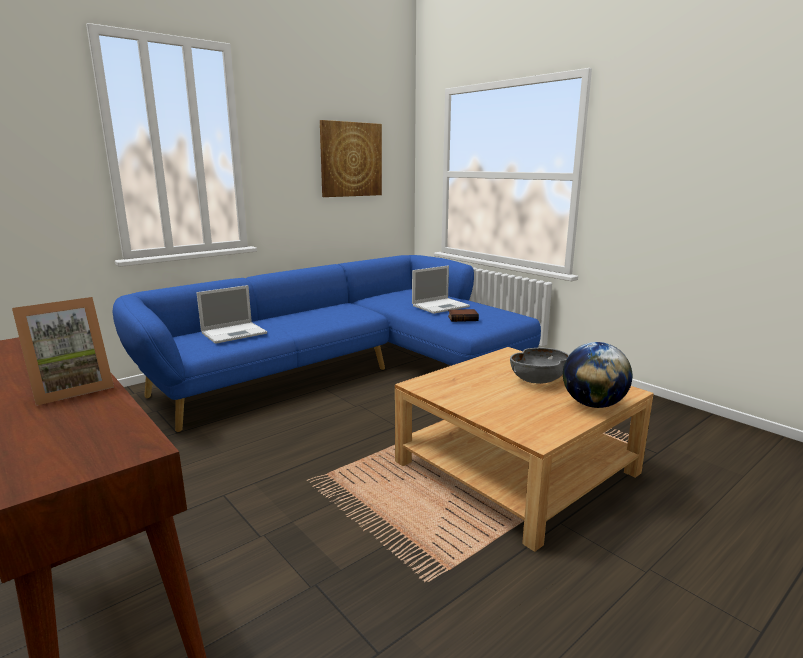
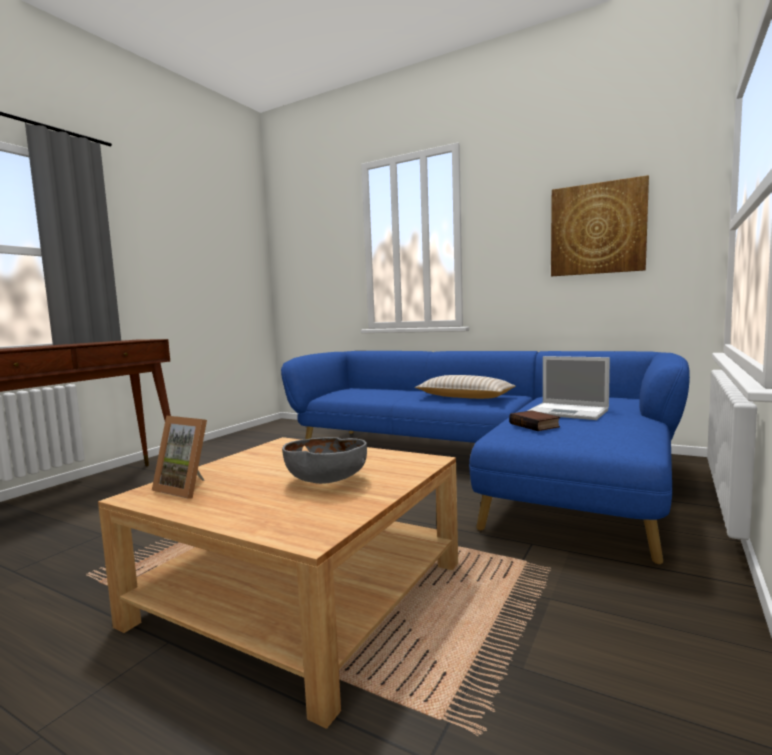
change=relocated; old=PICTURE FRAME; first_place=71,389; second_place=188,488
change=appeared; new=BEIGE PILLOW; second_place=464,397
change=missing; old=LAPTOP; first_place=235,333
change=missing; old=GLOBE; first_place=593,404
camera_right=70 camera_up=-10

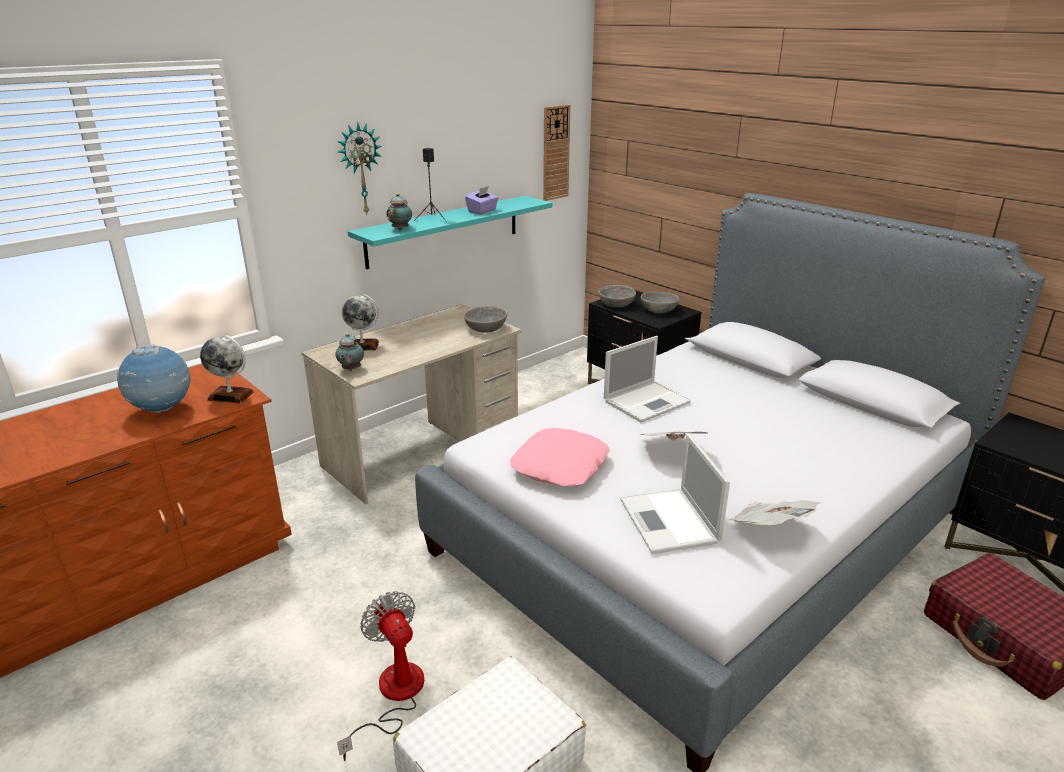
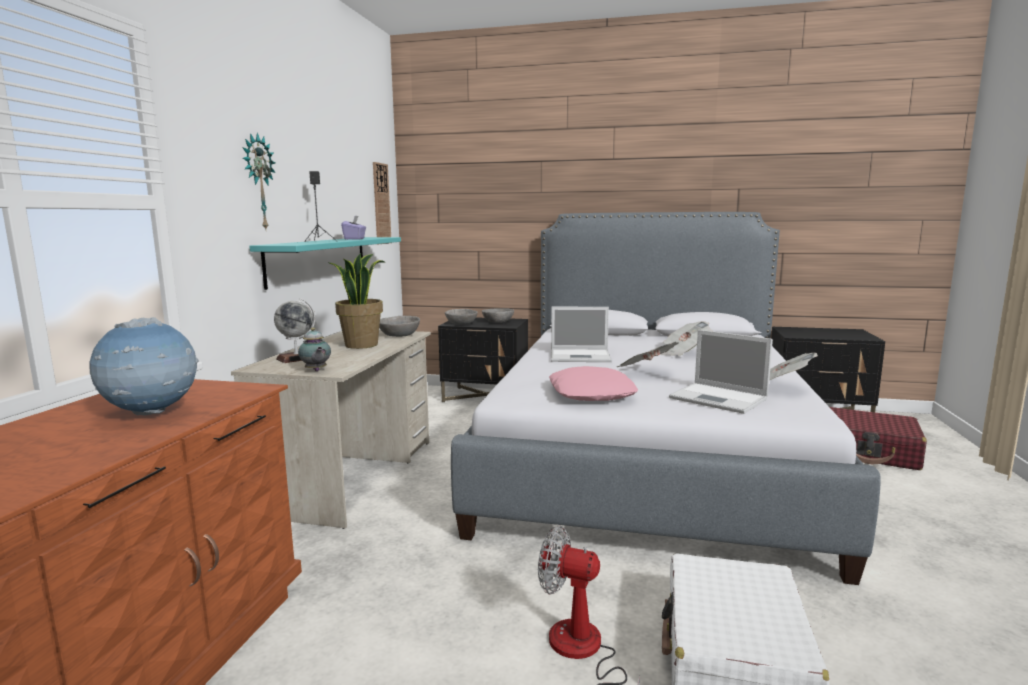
change=appeared; new=POTTED PLANT; second_place=361,345
change=spun; old=LAPTOP; first_place=647,401; second_place=581,356; degrees=75
change=appeared; new=NEWSPAPER; second_place=682,353
change=missing; old=GLOBE; first_place=231,396
change=missing; old=TEAPOT; first_place=401,229
camera_right=-35 camera_up=-15

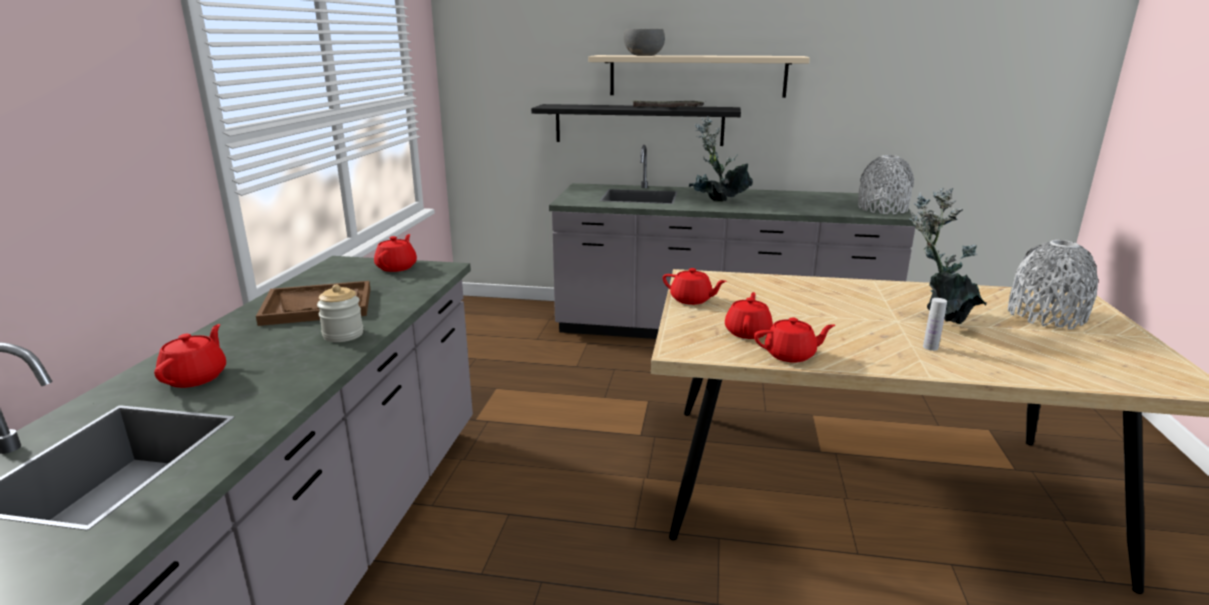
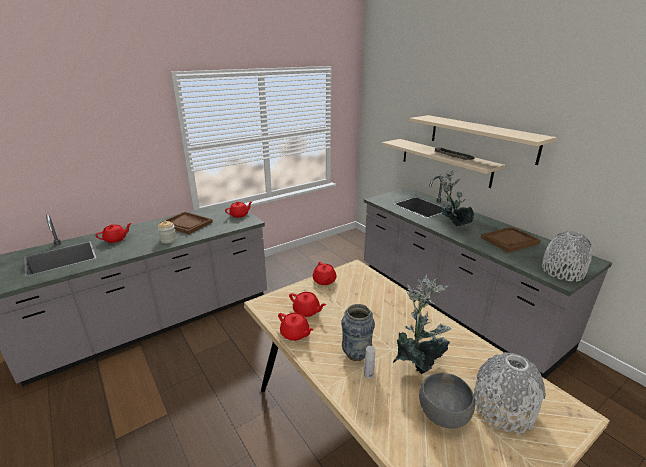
change=spun; old=RED TEAPOT; first_place=748,332; second_place=307,311; degrees=60
change=appeared; new=VASE; second_place=356,354
change=colour; old=BLACK SHELF; new=BEIGE SHELF; first_place=638,124; second_place=444,162
change=relocated; old=GREY BOWL; first_place=644,55; second_place=443,413
change=appeared; new=BROWN TRAY; second_place=509,240
camera_right=45 camera_up=5

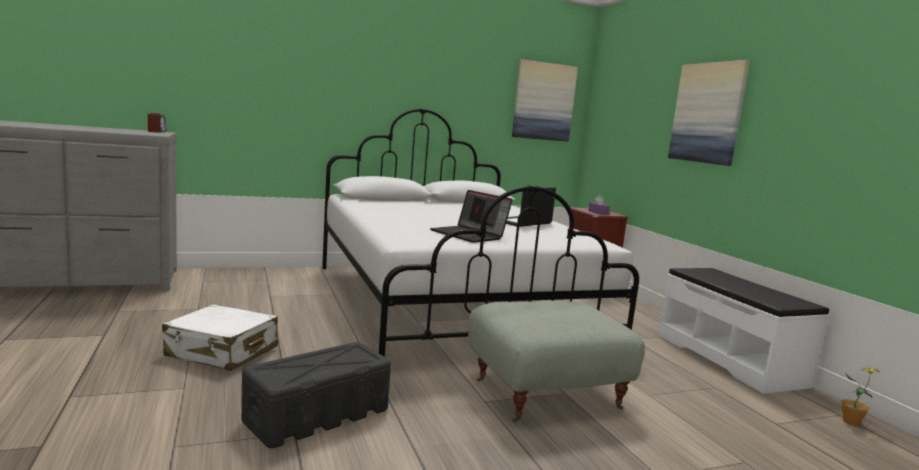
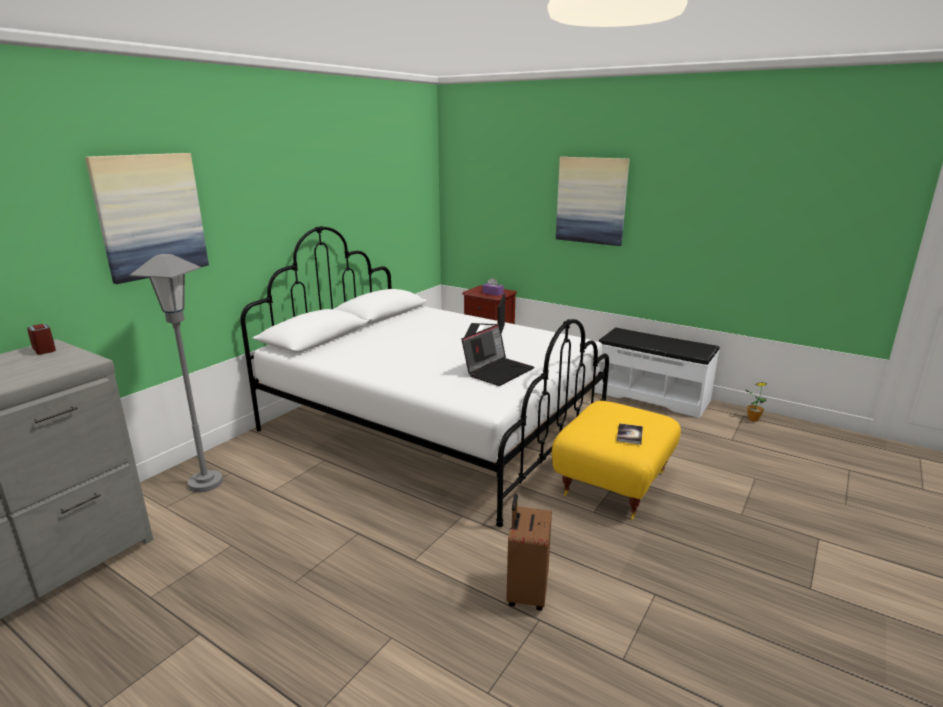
change=relocated; old=PICTURE; first_place=543,101; second_place=151,216
change=appeared; new=GREY FLOOR LAMP; second_place=206,483
change=spun; old=LAPTOP; first_place=470,235; second_place=498,371; degrees=-60
change=exchanged; old=BLACK STORAGE BOX; new=BROWN SUITCASE; first_place=318,415; second_place=526,593
change=colour; old=GREY OTTOMAN; new=YELLOW OTTOMAN; first_place=546,393; second_place=612,483
change=appeared; new=BOOK; second_place=629,434
change=missing; old=WHITE SUITCASE; first_place=222,352
camera_right=-35 camera_up=10

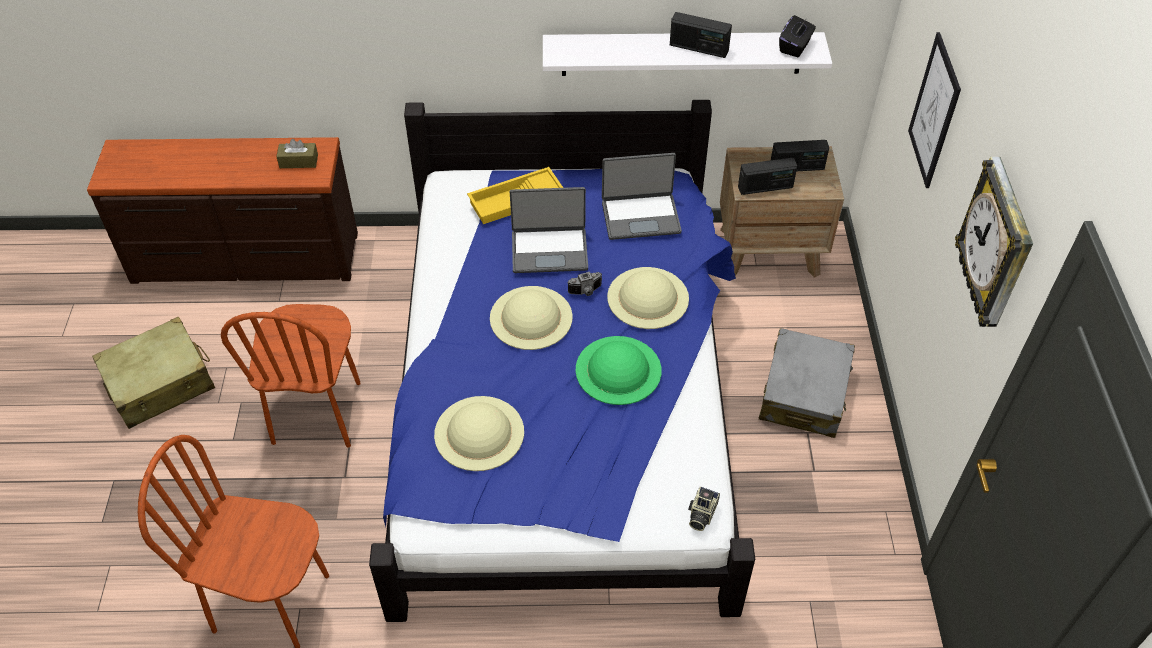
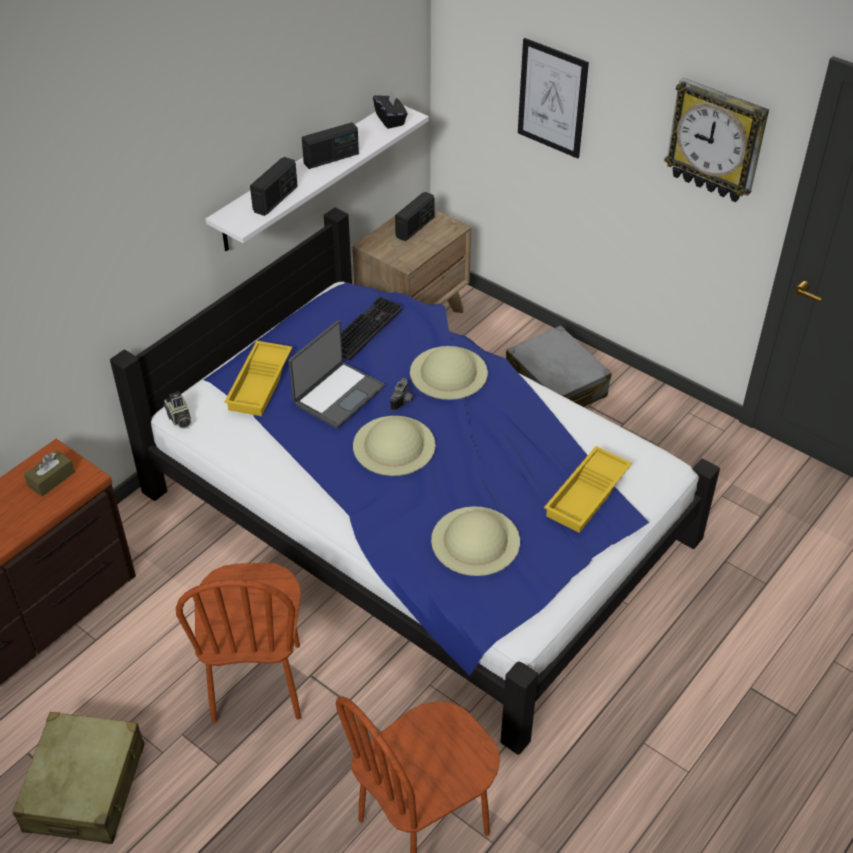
change=relocated; old=PHOTO CAMERA; first_place=701,514; second_place=179,418
change=spun; old=BROWN CHAIR; first_place=318,413; second_place=258,682; degrees=45
change=relocated; old=RADIO; first_place=765,187; second_place=276,199
change=exchanged; old=LAPTOP; new=KEYBOARD; first_place=640,216; second_place=364,328
change=appeared; new=YELLOW TRAY; second_place=588,495
change=missing; old=GREEN HAT; first_place=618,369
camera_right=-50 camera_up=-5

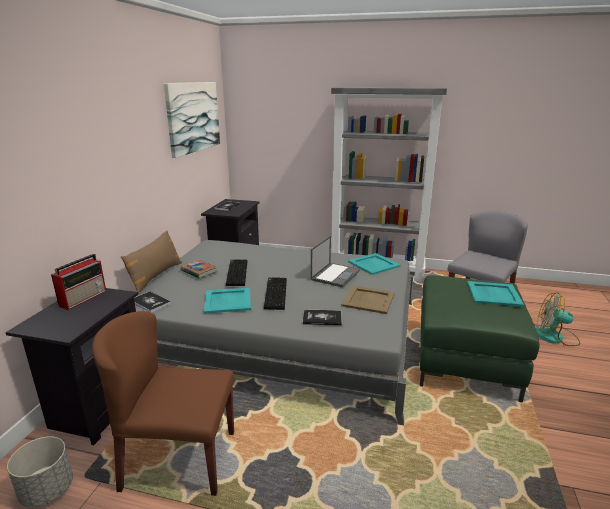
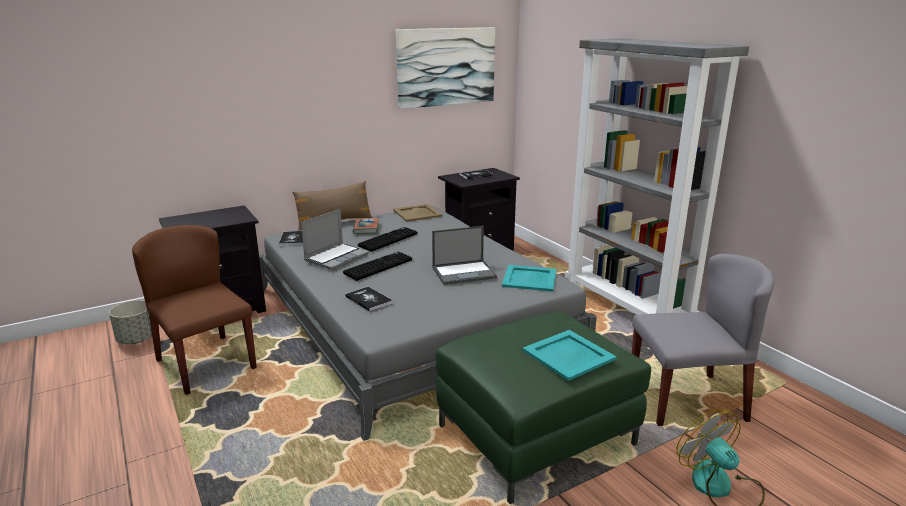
change=exchanged; old=TURQUOISE TRAY; new=LAPTOP; first_place=227,300; second_place=336,257
change=relocated; old=BEIGE TRAY; first_place=368,299; second_place=417,213
change=missing; old=RADIO; first_place=84,298
camera_right=45 camera_up=0

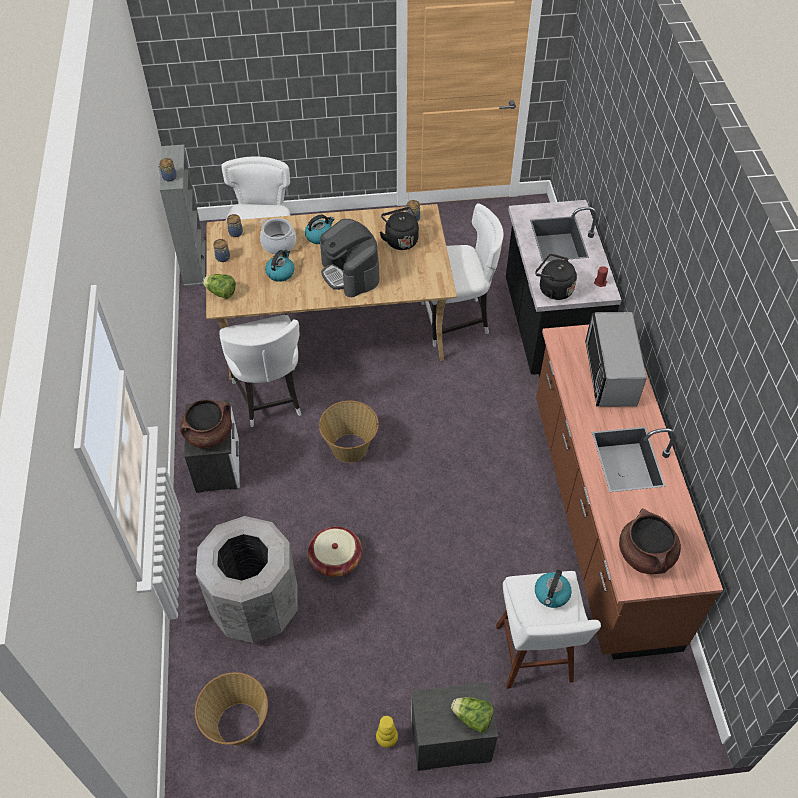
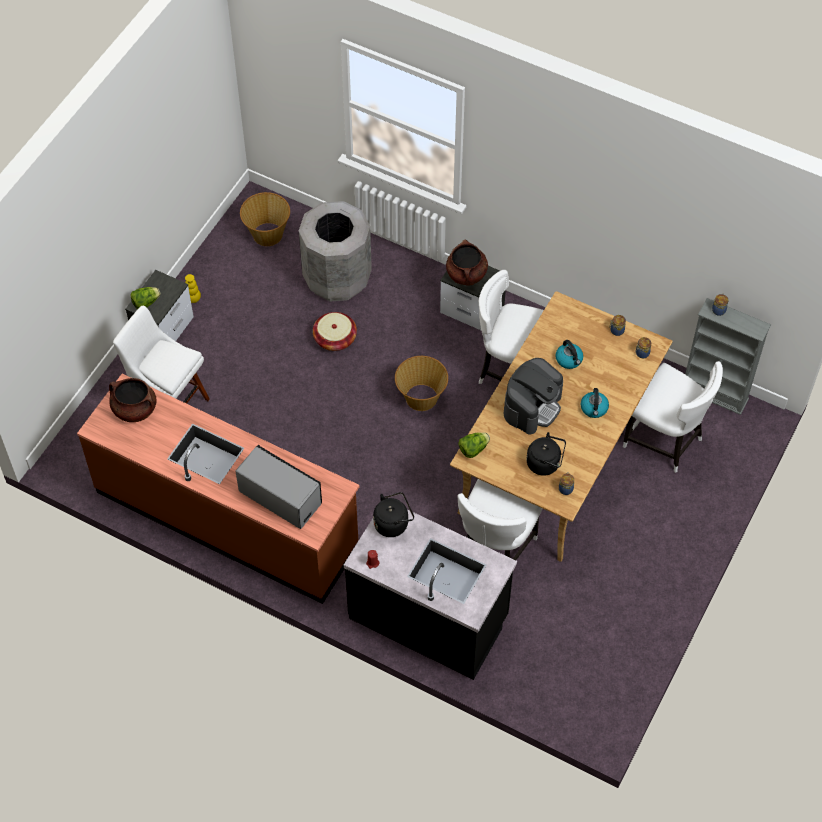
change=relocated; old=LETTUCE; first_place=221,293; second_place=473,449
change=spun; old=COFFEE MACHINE; first_place=350,273; second_place=532,406; degrees=120
change=missing; old=COOKING POT; first_place=279,244
change=missing; old=KETTLE; first_place=551,594
camera_right=125 camera_up=5

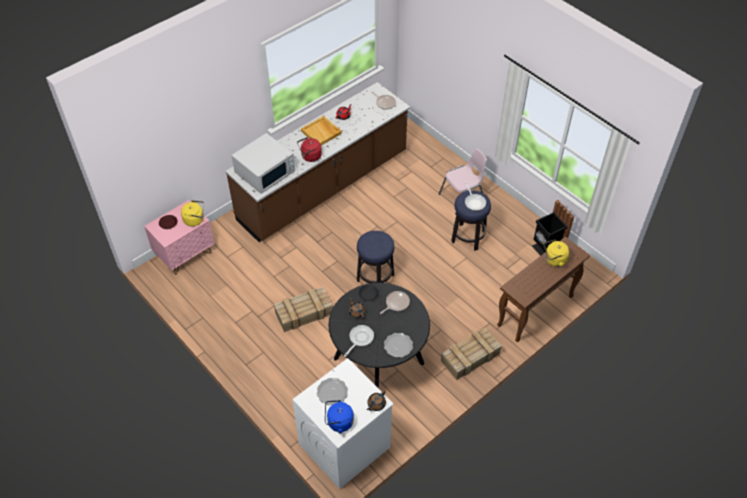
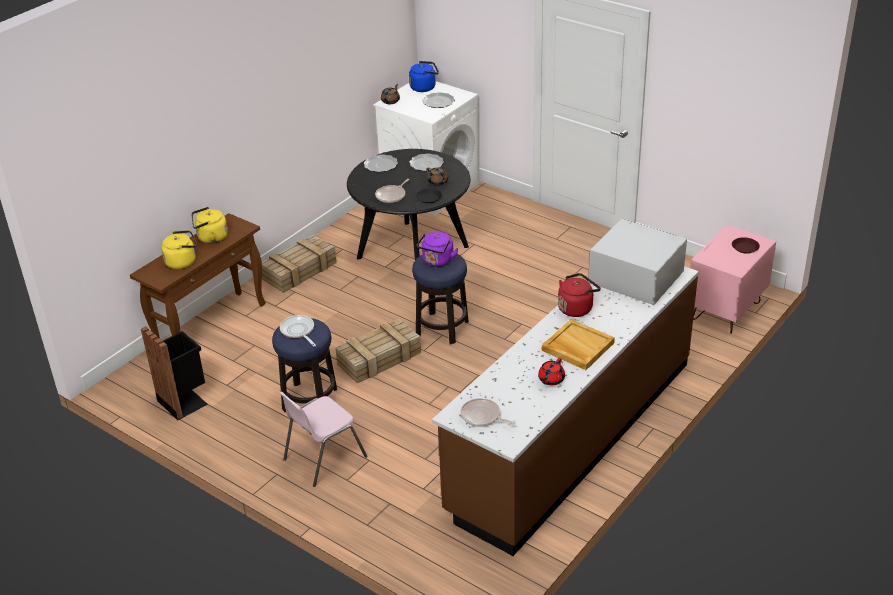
change=relocated; old=YELLOW KETTLE; first_place=195,220; second_place=210,238
change=relocated; old=CRATE; first_place=304,313; second_place=378,359
change=exchanged; old=FRYING PAN; new=PLATE; first_place=360,339; second_place=426,164
change=appeared; new=PURPLE KETTLE; second_place=437,261
change=spun; old=WHITE MICROWAVE; first_place=265,172; second_place=635,278; degrees=90
camera_right=170 camera_up=-15

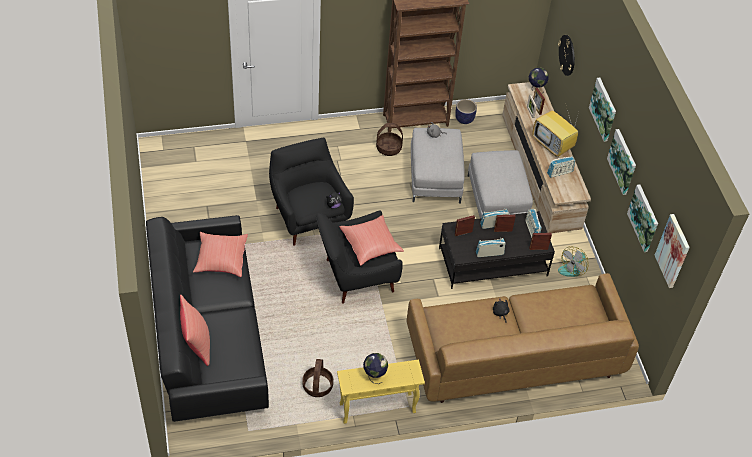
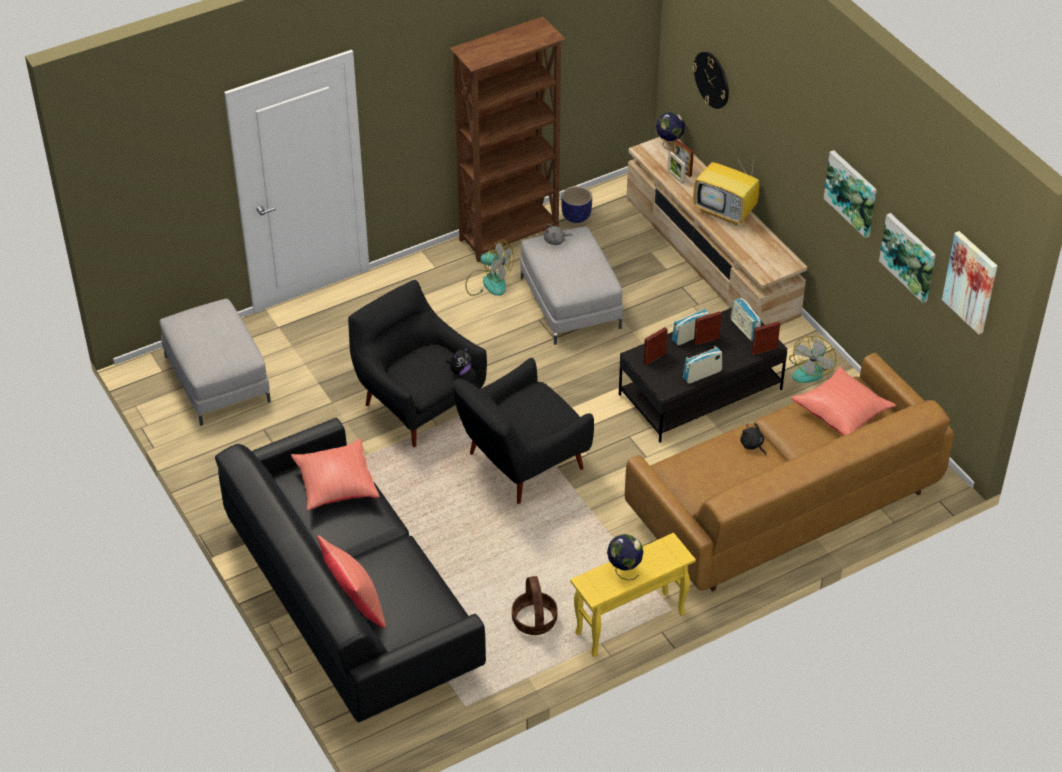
change=relocated; old=GREY OTTOMAN; first_place=497,200; second_place=218,379
change=exchanged; old=BASKET; new=FAN; first_place=389,148; second_place=488,282
change=relocated; old=RED PILLOW; first_place=371,246; second_place=842,413
change=missing; old=RADIO; first_place=559,173
change=missing; old=PICTURE; first_place=604,109
camera_right=-15 camera_up=-5

